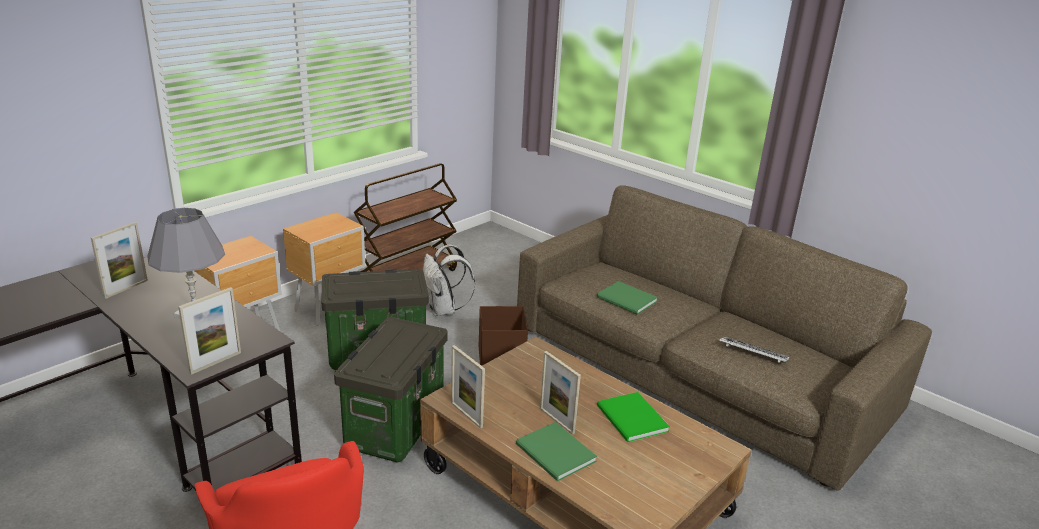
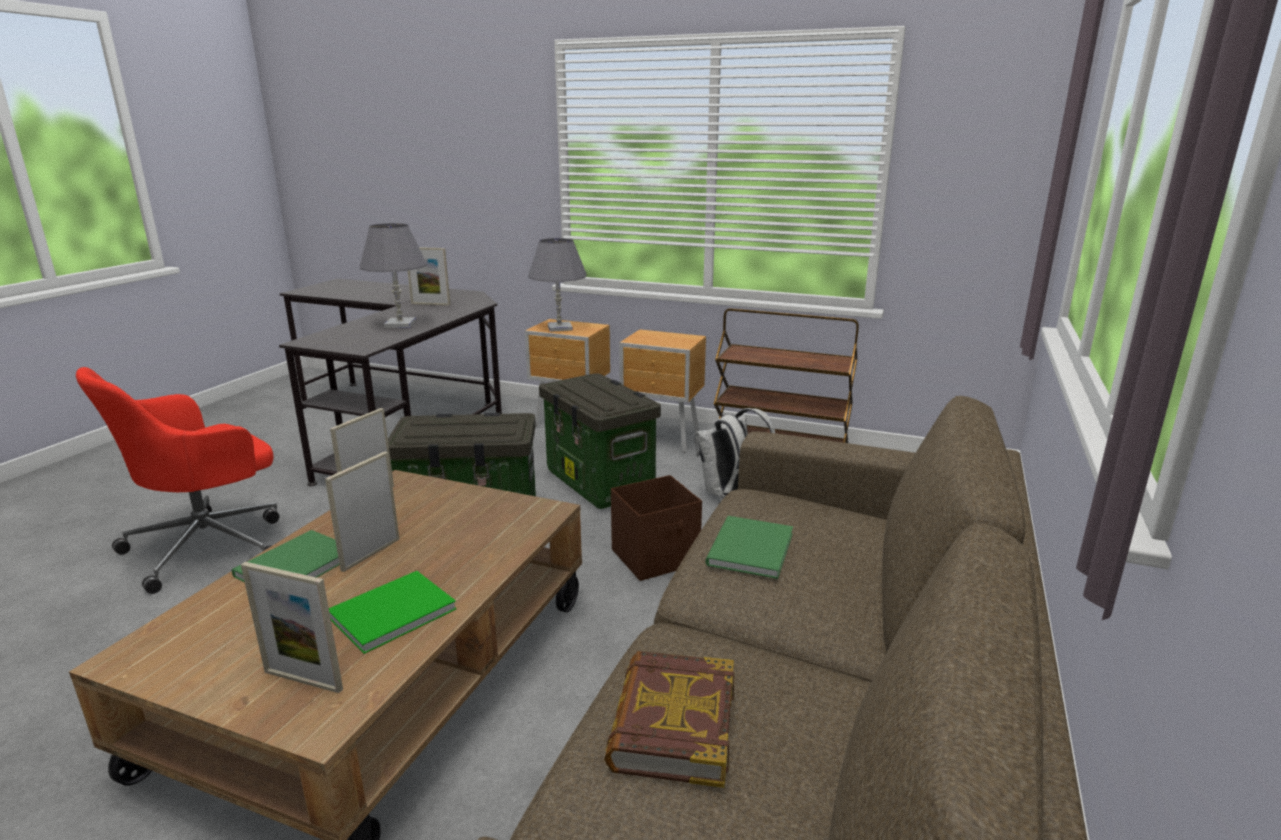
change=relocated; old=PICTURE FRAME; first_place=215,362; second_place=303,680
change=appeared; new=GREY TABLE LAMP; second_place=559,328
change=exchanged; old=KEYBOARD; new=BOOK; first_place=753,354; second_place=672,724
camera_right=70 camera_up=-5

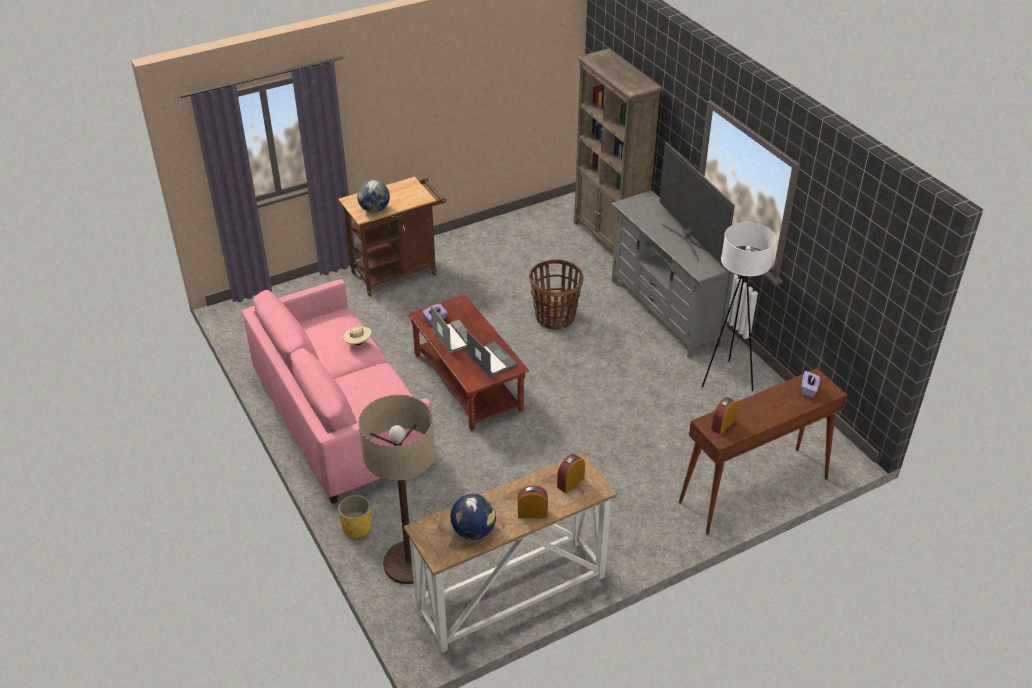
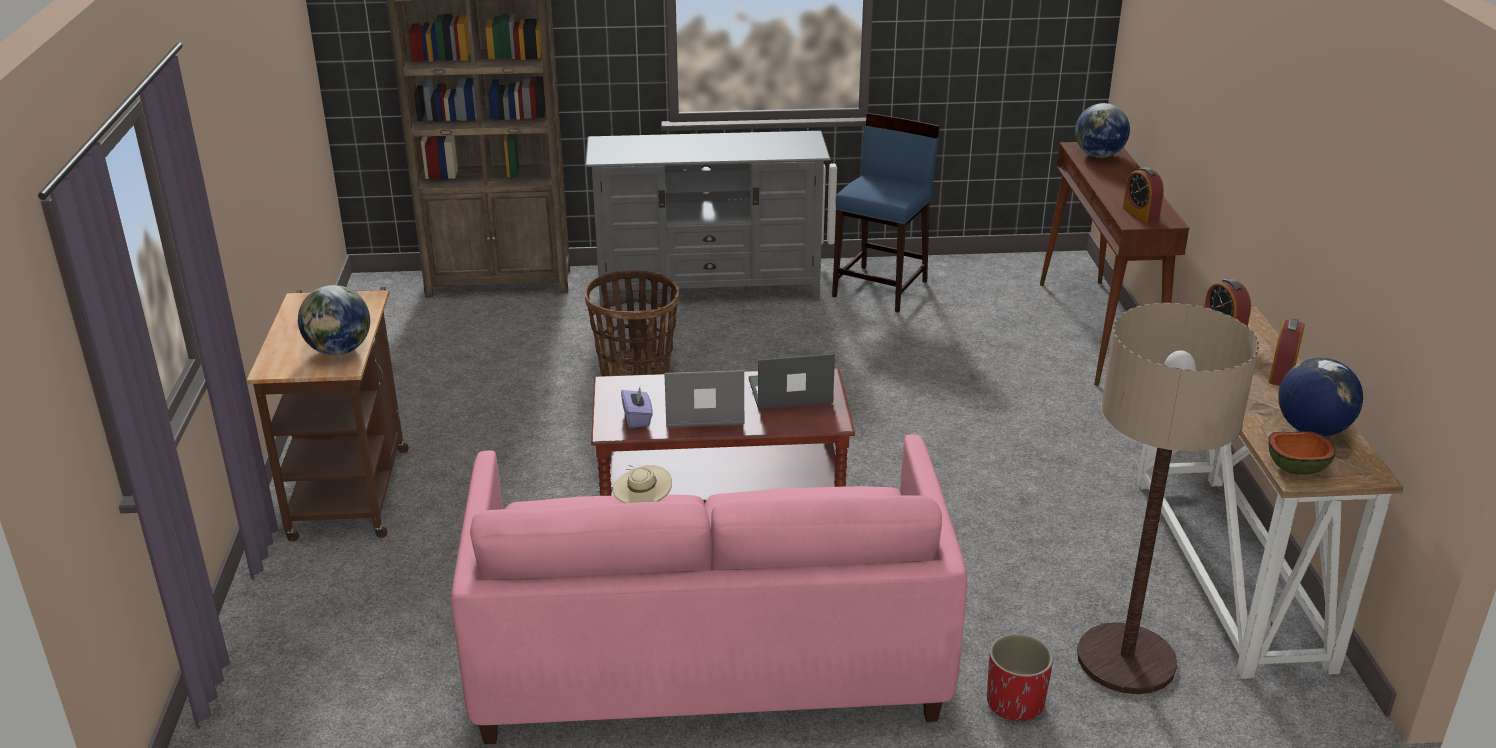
change=exchanged; old=WHITE FLOOR LAMP; new=BLUE STOOL; first_place=727,379; second_place=881,288
change=colour; old=YELLOW PLANTER; new=RED PLANTER; first_place=357,528; second_place=1015,703
change=exchanged; old=PURPLE TISSUE BOX; new=GLOBE; first_place=808,389; second_place=1098,155
change=appeared; new=BOWL; second_place=1296,466
change=missing; old=TELEVISION; first_place=689,240
camera_right=-65 camera_up=-10

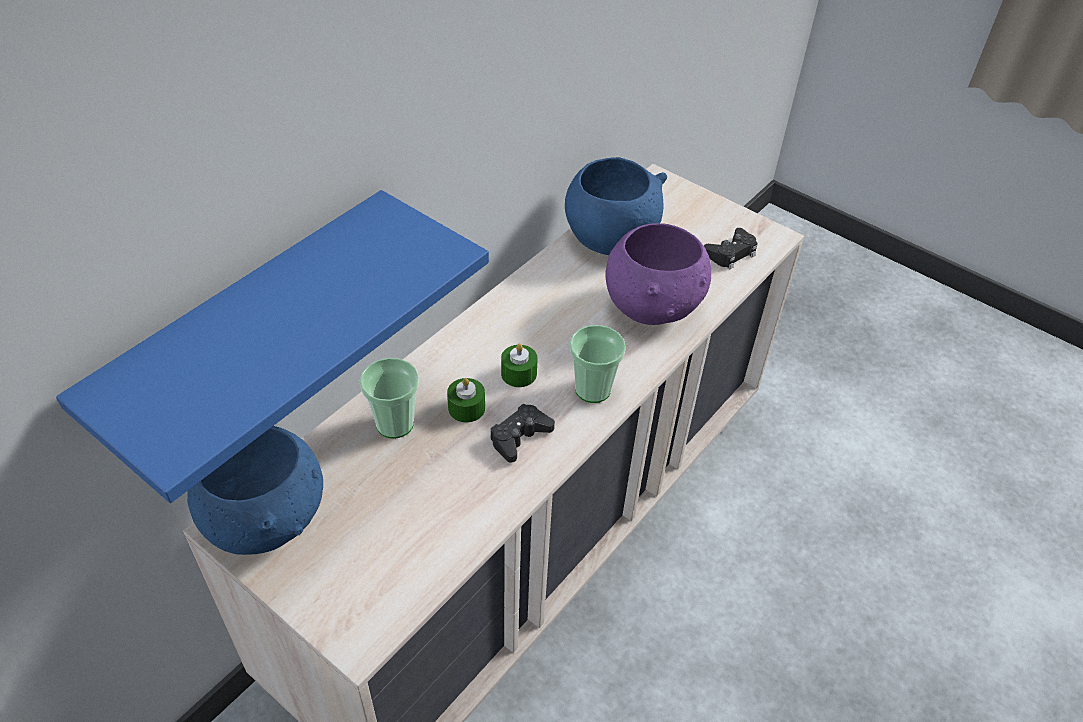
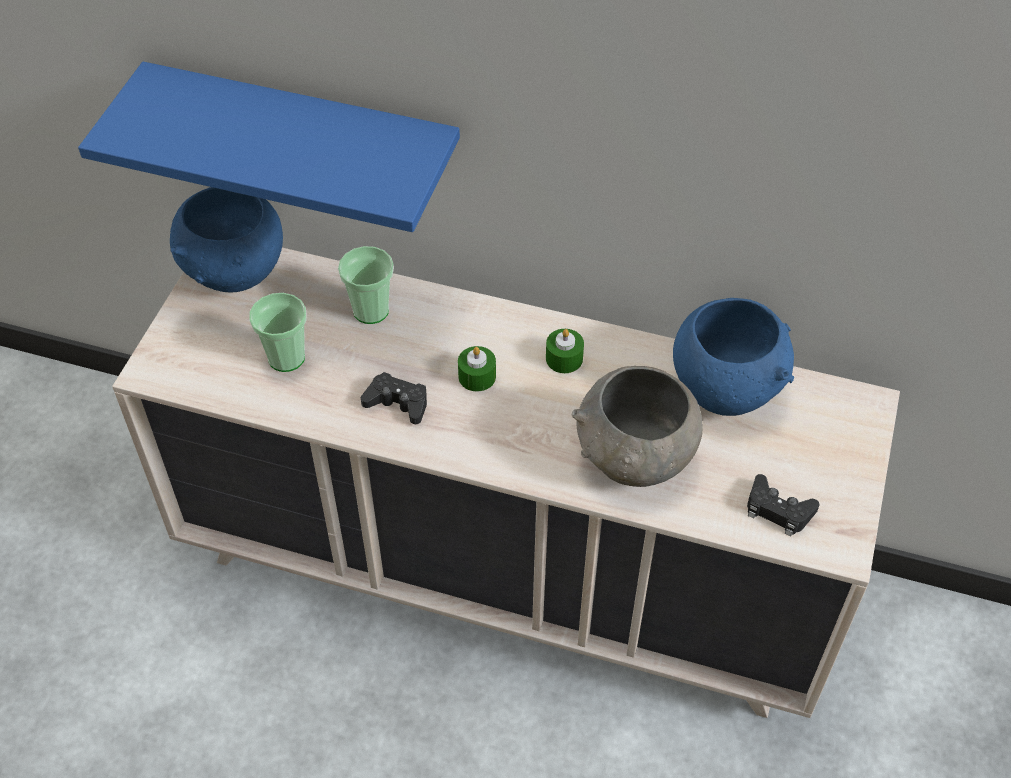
change=relocated; old=CUP; first_place=592,389; second_place=286,357
change=relocated; old=GREEN CANDLE; first_place=466,408; second_place=564,358
change=colour; old=PURPLE BOWL; new=GREY BOWL; first_place=653,308; second_place=635,459
camera_right=70 camera_up=5

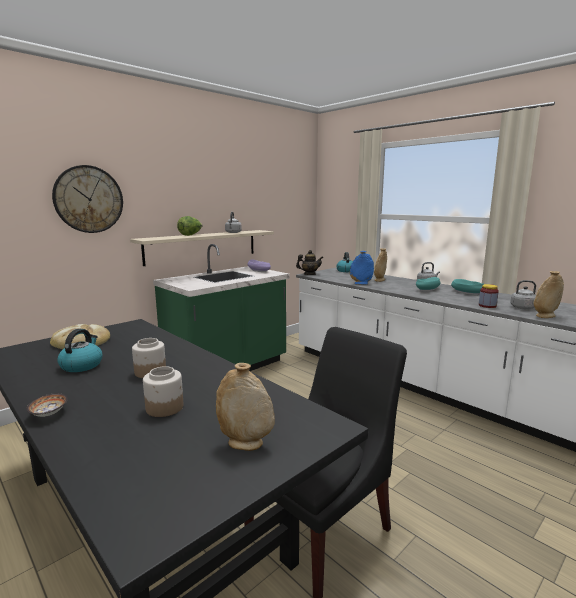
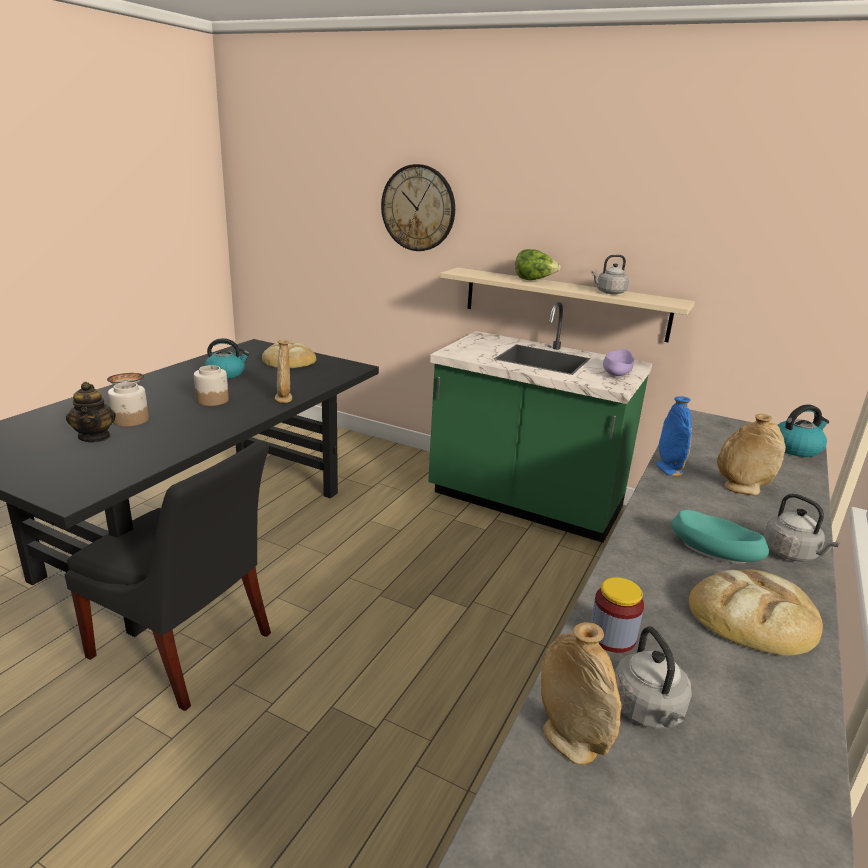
change=relocated; old=TEAPOT; first_place=309,274; second_place=95,437
change=relocated; old=BEIGE VASE; first_place=245,444; second_place=283,398
change=exchanged; old=TURQUOISE BOWL; new=BREAD; first_place=467,292; second_place=753,617
camera_right=70 camera_up=10

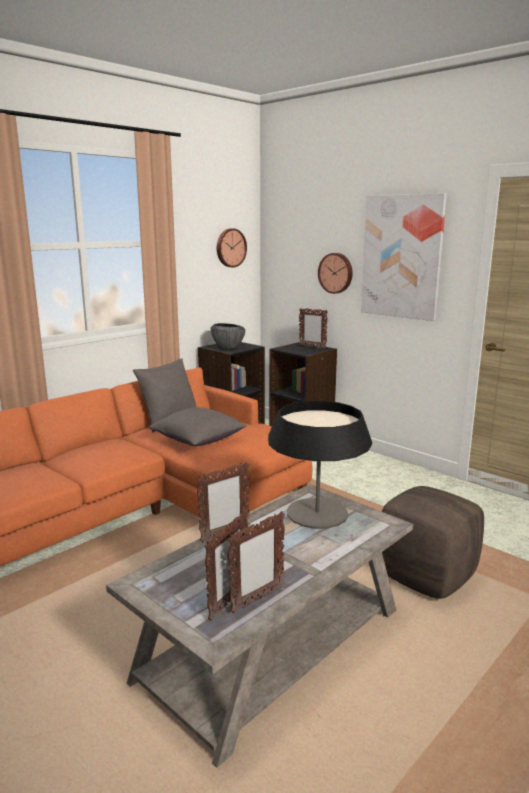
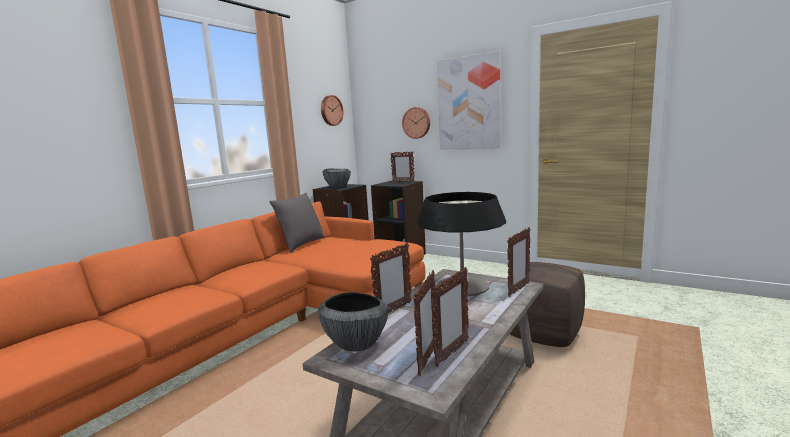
change=appeared; new=BOWL; second_place=356,344
change=appeared; new=PICTURE FRAME; second_place=518,289
change=missing; old=GREY PILLOW; first_place=198,441
camera_right=-10 camera_up=-5

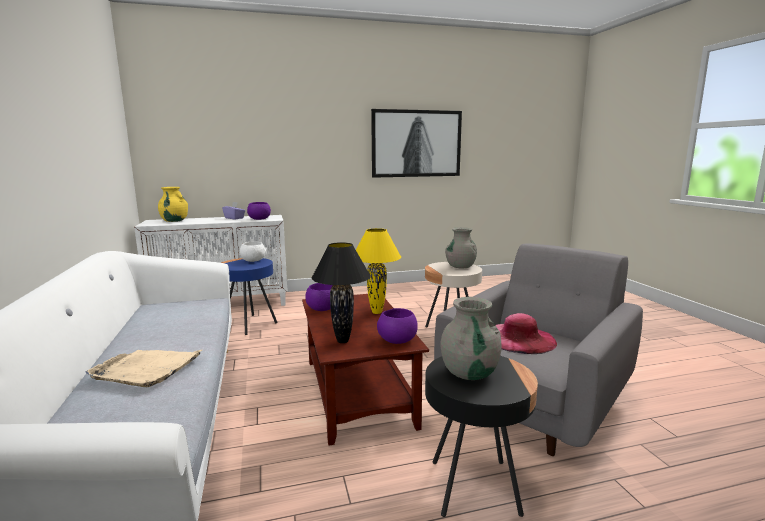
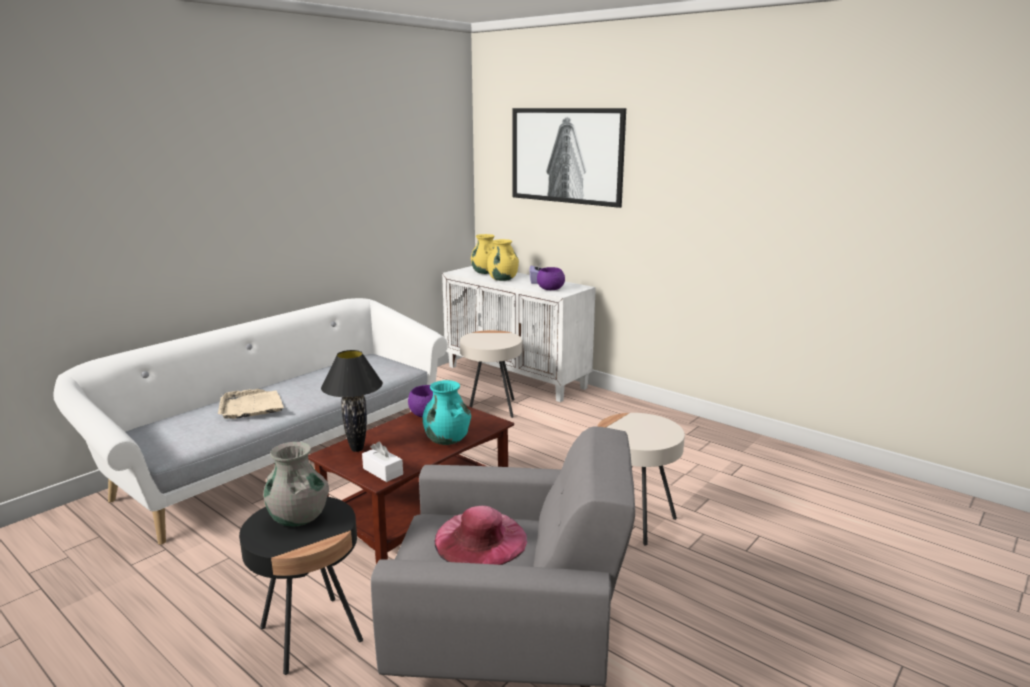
change=exchanged; old=PURPLE BOWL; new=WHITE TISSUE BOX; first_place=397,340; second_place=383,471
change=exchanged; old=YELLOW TABLE LAMP; new=TURQUOISE VASE; first_place=376,312; second_place=447,440
change=colour; old=BLUE SIDE TABLE; new=BEIGE SIDE TABLE; first_place=249,324; second_place=491,408
change=appeared; new=YELLOW VASE; second_place=502,279
change=relocated; old=PICTURE; first_place=416,143; second_place=567,155
change=missing; old=WHITE BOWL; first_place=253,261
change=missing; old=GREY VASE; first_place=460,267
camera_right=55 camera_up=5

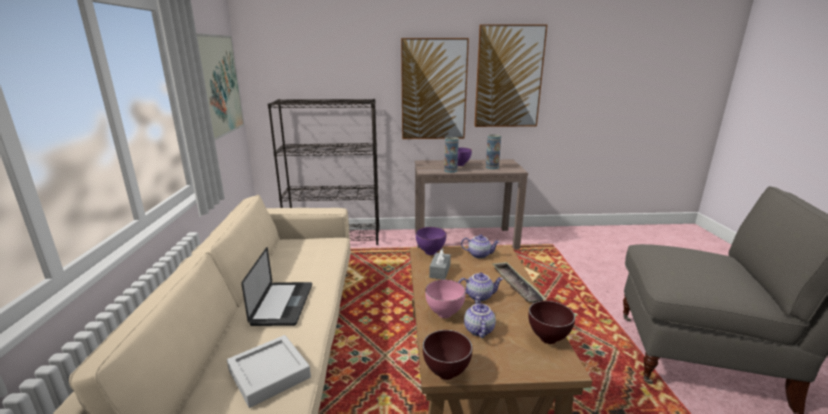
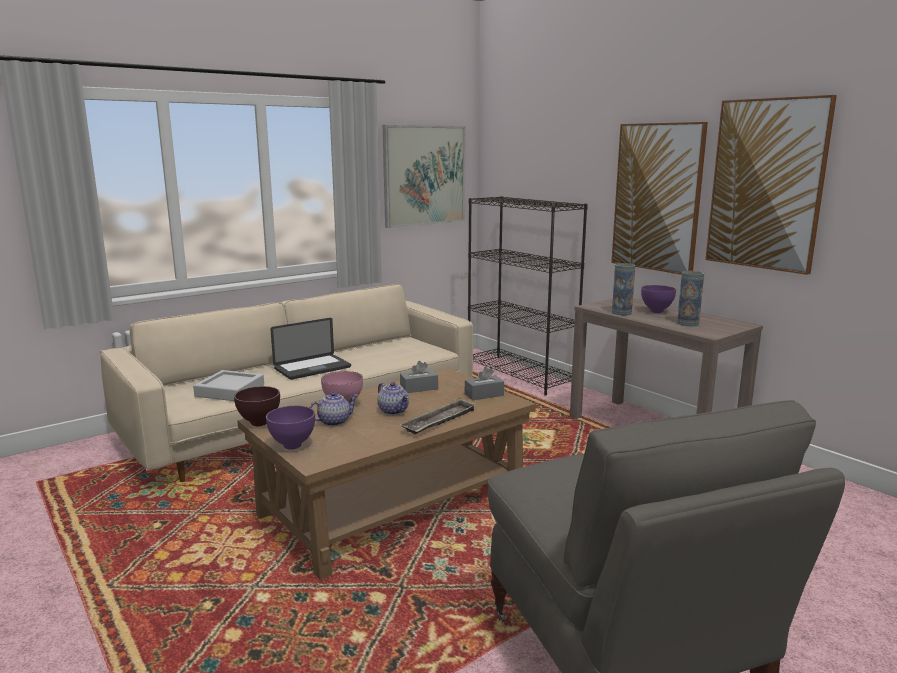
change=relocated; old=PURPLE BOWL; first_place=430,253; second_place=291,446
change=exchanged; old=TEAPOT; new=GREY TISSUE BOX; first_place=479,254; second_place=484,395
change=missing; old=BROWN BOWL; first_place=548,339
camera_right=55 camera_up=-5

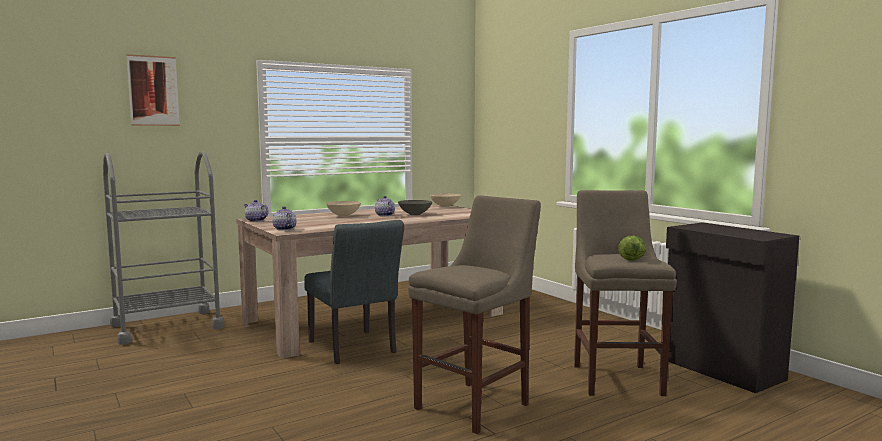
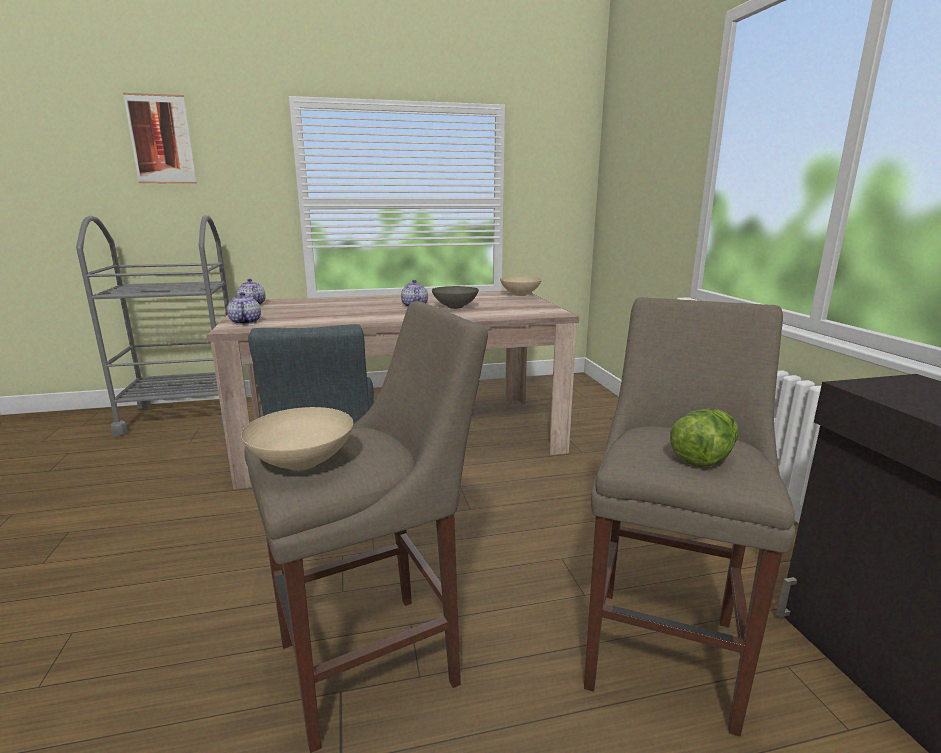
change=relocated; old=BEIGE BOWL; first_place=343,216; second_place=302,463
camera_right=20 camera_up=10

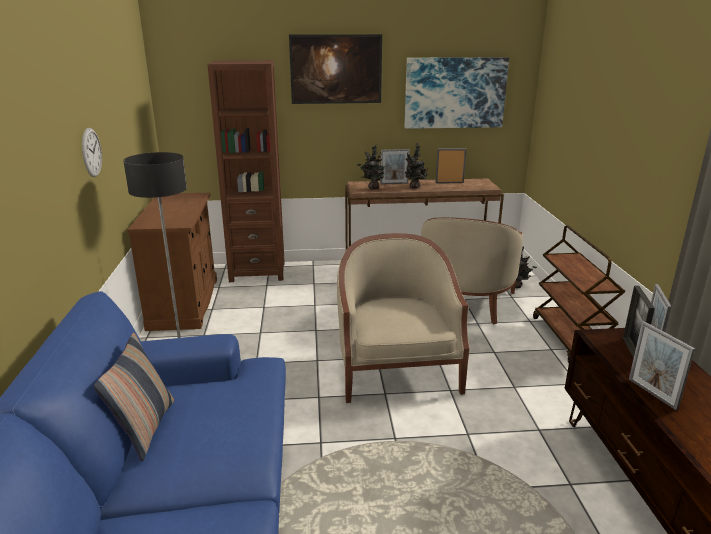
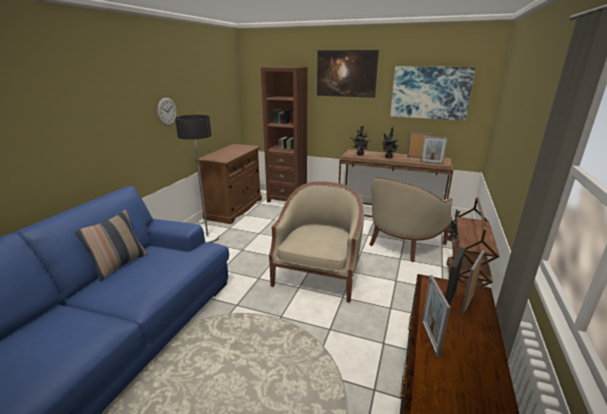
change=relocated; old=PICTURE FRAME; first_place=394,183; second_place=431,163
camera_right=25 camera_up=0

